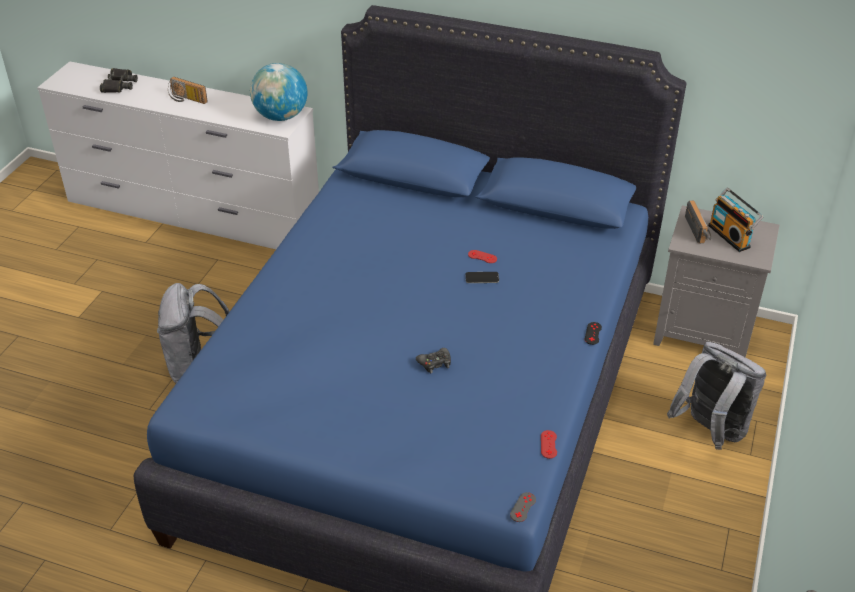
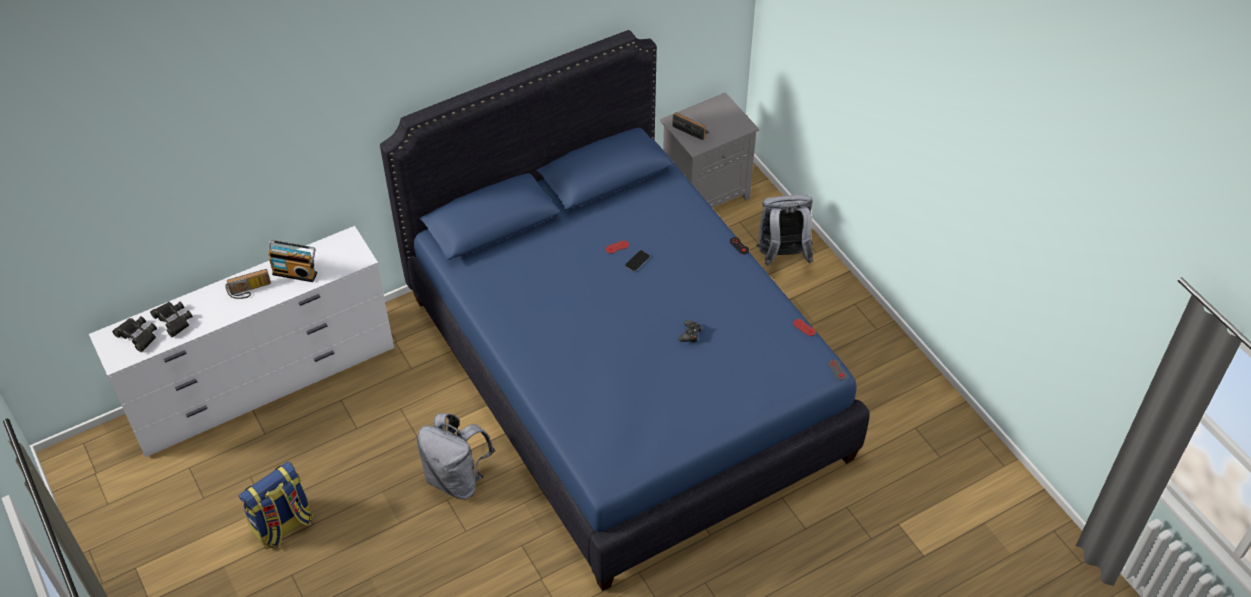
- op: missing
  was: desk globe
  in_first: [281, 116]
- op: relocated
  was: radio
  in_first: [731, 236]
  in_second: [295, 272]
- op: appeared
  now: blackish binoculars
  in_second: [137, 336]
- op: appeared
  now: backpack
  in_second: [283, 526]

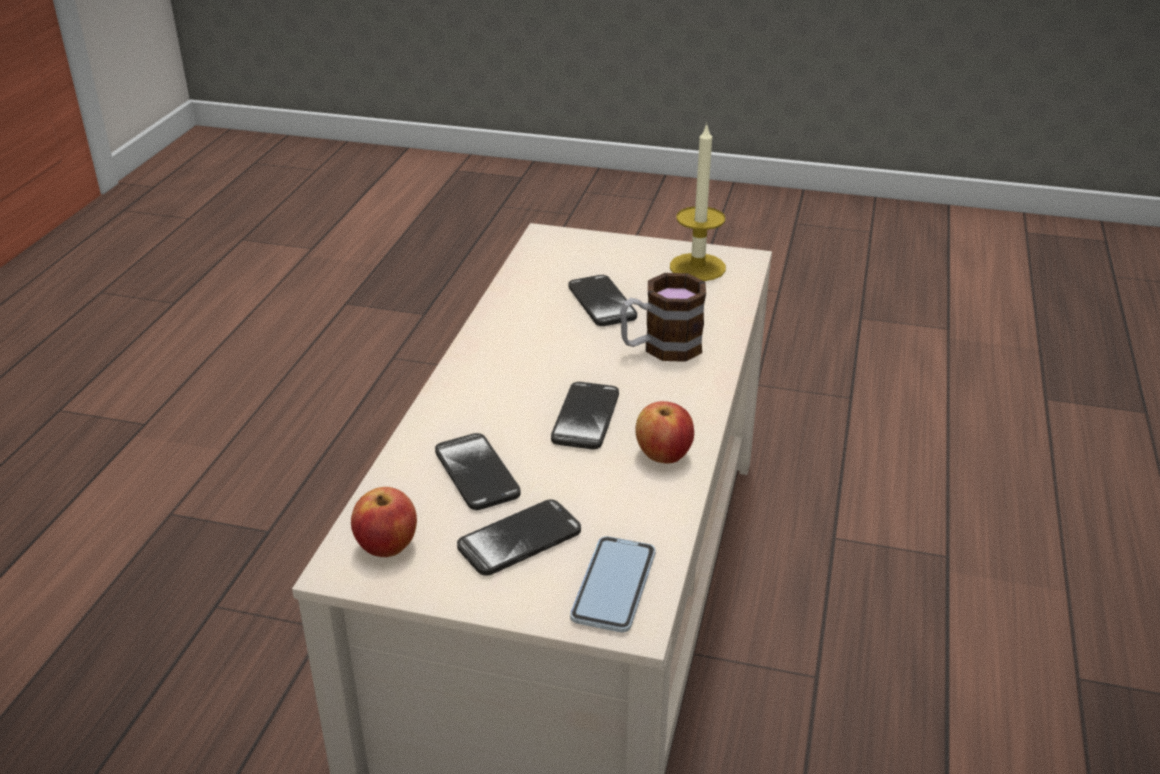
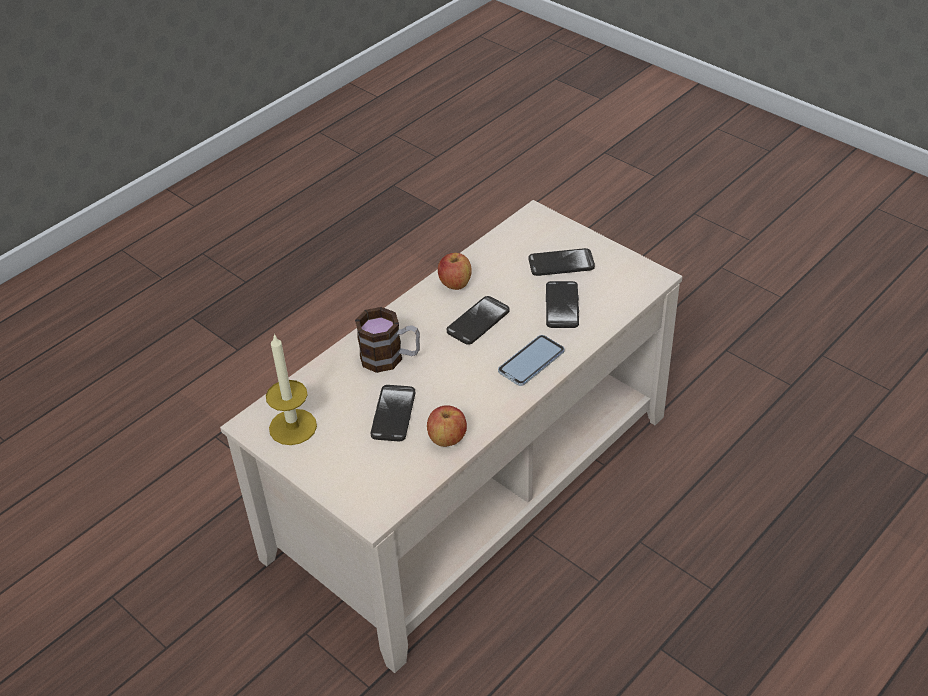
- op: relocated
  was: apple fruit
  in_first: [388, 546]
  in_second: [447, 439]
- op: relocated
  was: phone
  in_first: [614, 586]
  in_second: [531, 361]

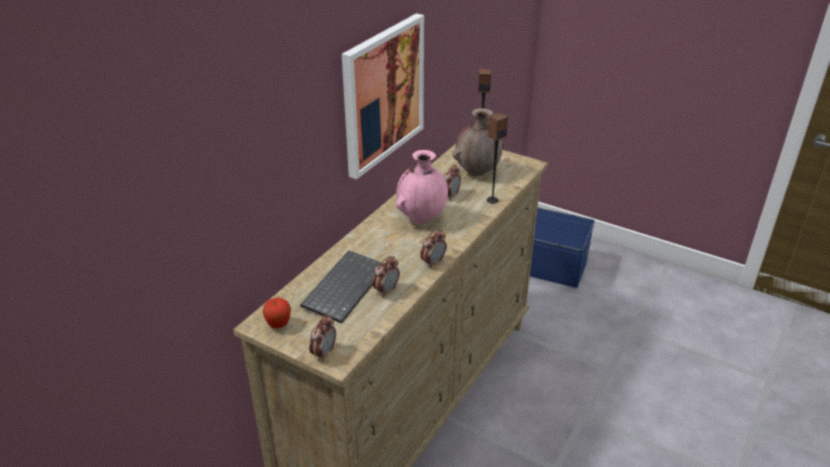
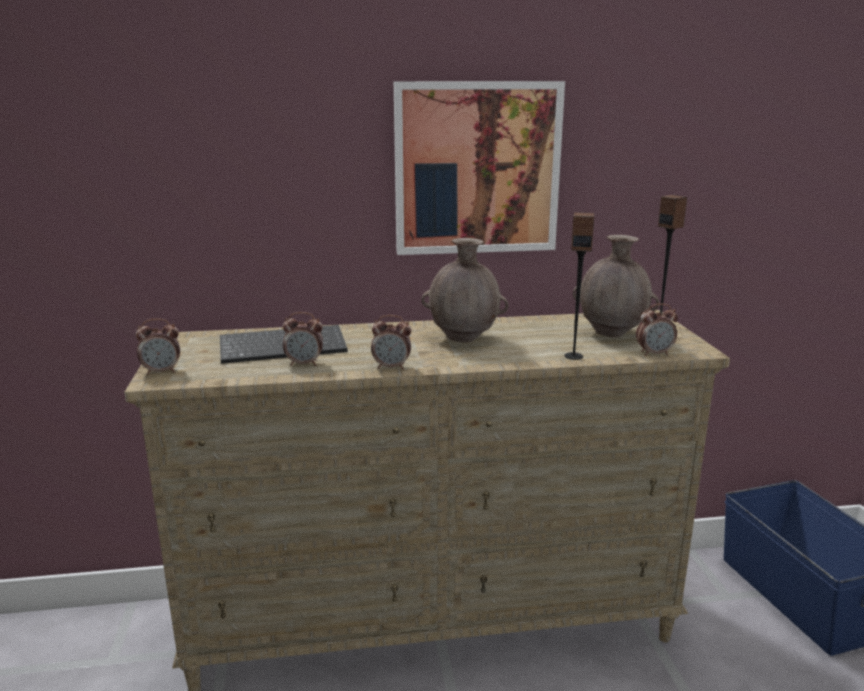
- op: colour
  was: pink-coloured decorative vase
  now: brown-coloured decorative vase
  in_first: [422, 218]
  in_second: [464, 339]
- op: relocated
  was: alarm clock
  in_first: [450, 195]
  in_second: [654, 354]
- op: missing
  was: apple fruit
  in_first: [278, 325]

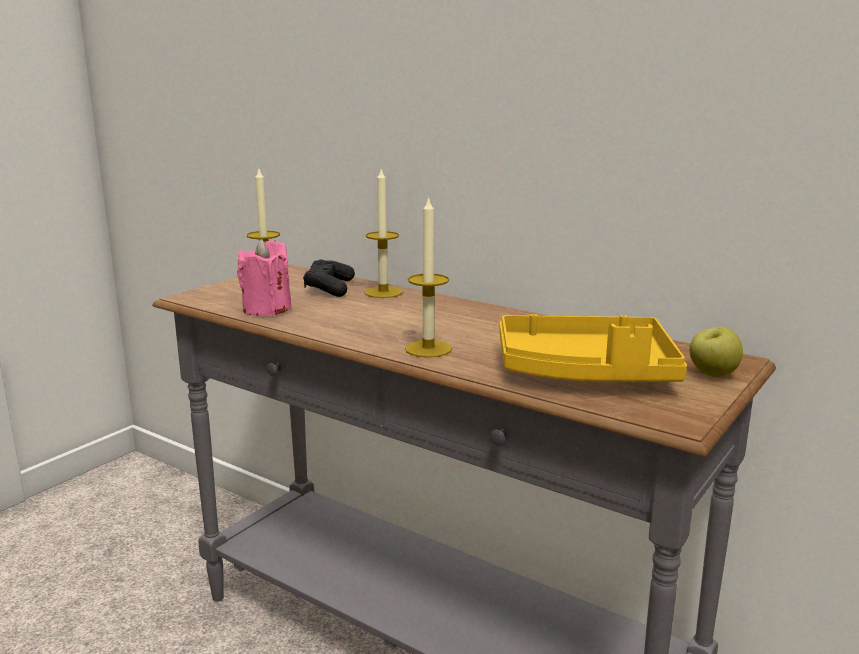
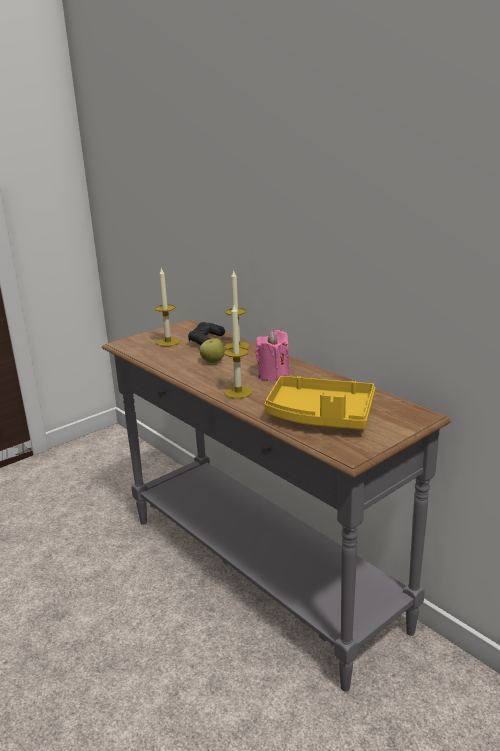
- op: relocated
  was: pink-coloured wax candle
  in_first: [267, 309]
  in_second: [273, 375]
- op: relocated
  was: apple fruit
  in_first: [713, 374]
  in_second: [212, 362]

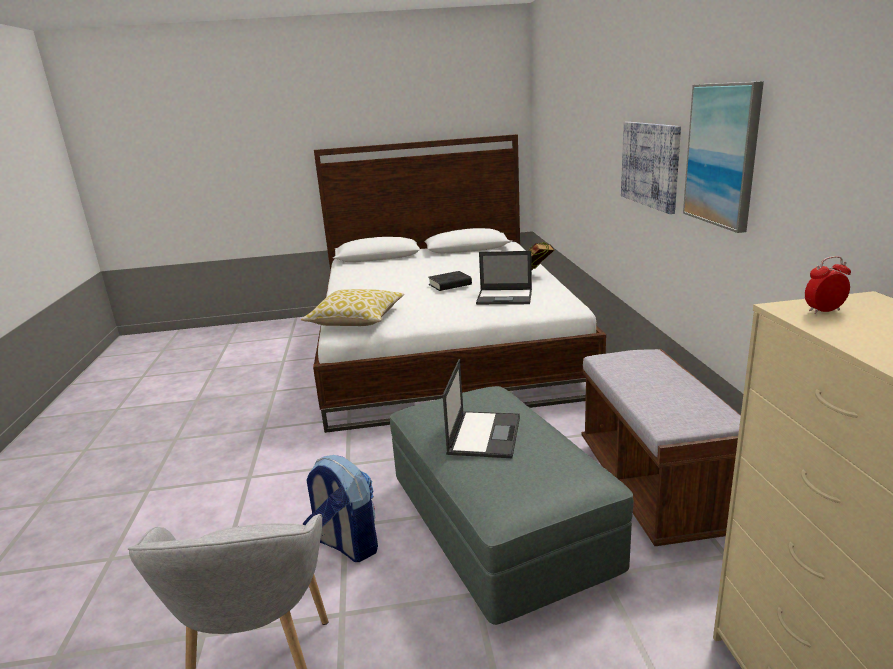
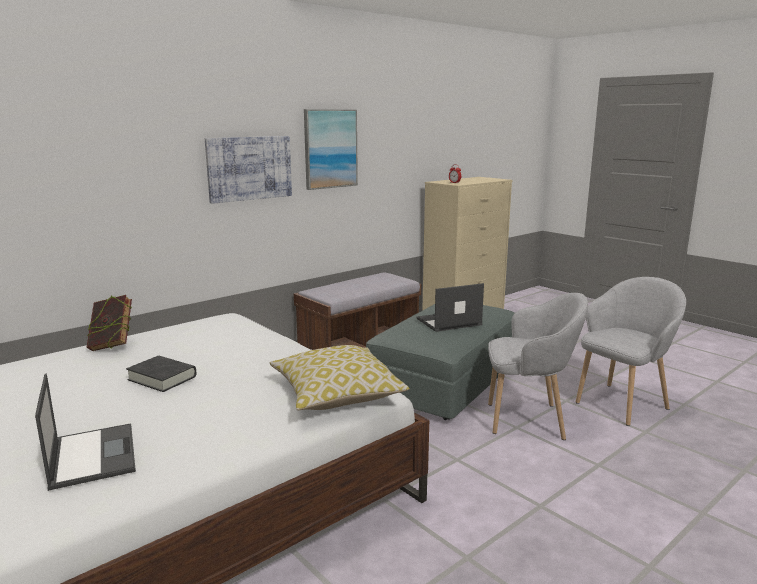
- op: relocated
  was: notebook computer
  in_first: [505, 297]
  in_second: [92, 455]
- op: exchanged
  was: backpack
  now: greyish lounge chair
  in_first: [345, 544]
  in_second: [528, 420]

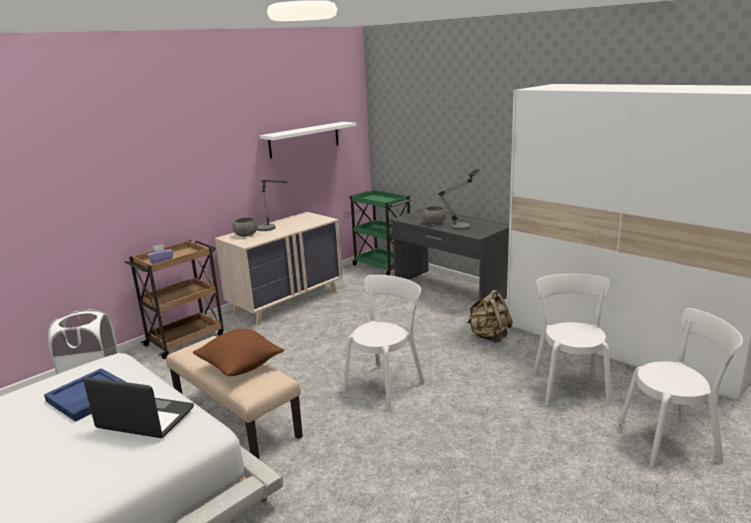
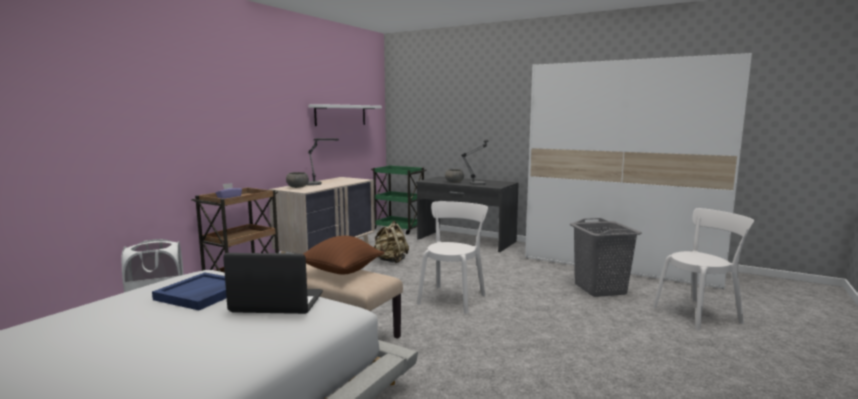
- op: exchanged
  was: white-coloured chair
  now: greyish laundry basket
  in_first: [569, 385]
  in_second: [600, 289]
- op: relocated
  was: beige-coloured backpack
  in_first: [489, 337]
  in_second: [391, 261]

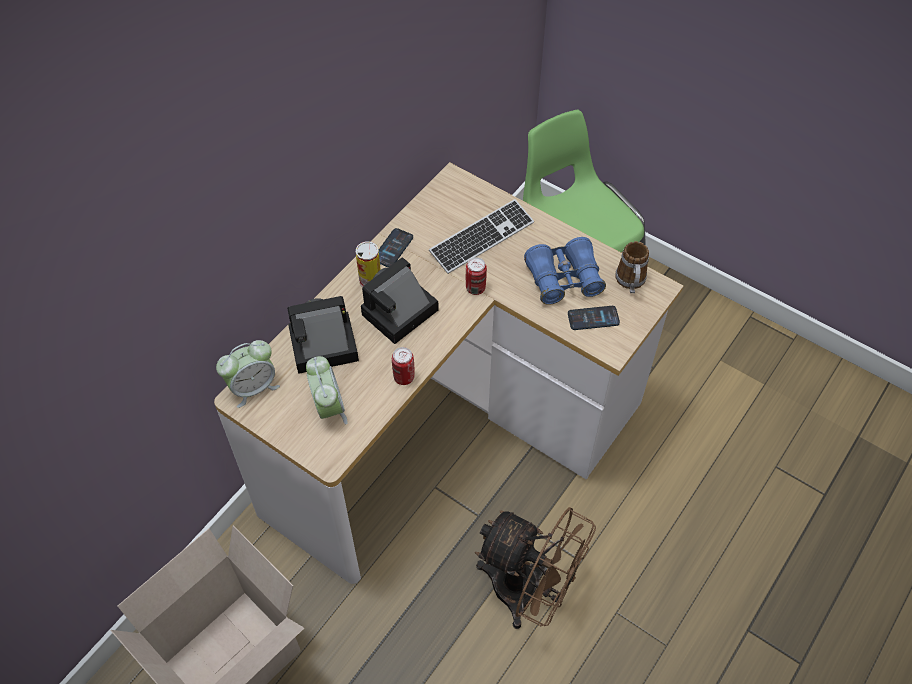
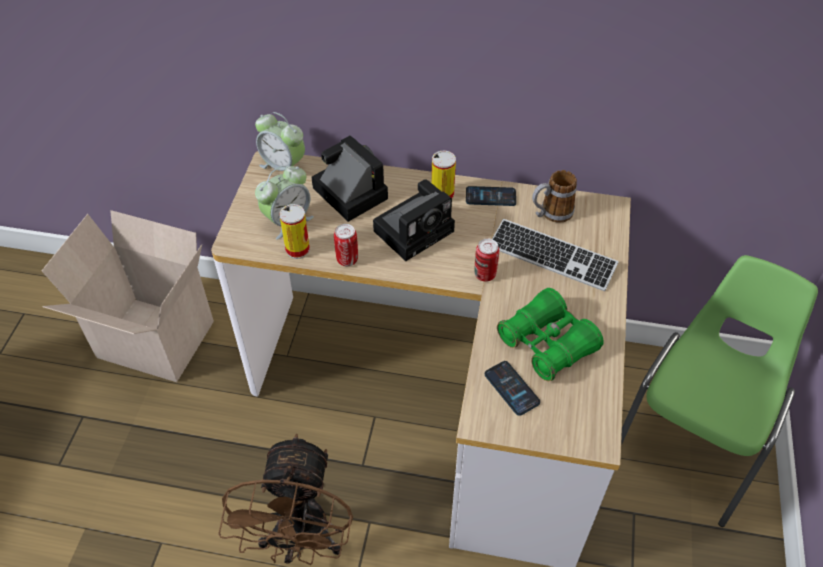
- op: colour
  was: blue-coloured binoculars
  now: green binoculars
  in_first: [563, 279]
  in_second: [547, 343]
- op: relocated
  was: tea mug
  in_first: [630, 283]
  in_second: [550, 214]
- op: spun
  was: photo camera
  in_first: [398, 315]
  in_second: [415, 229]
  clockwise: 120
- op: appeared
  now: can
  in_second: [297, 249]

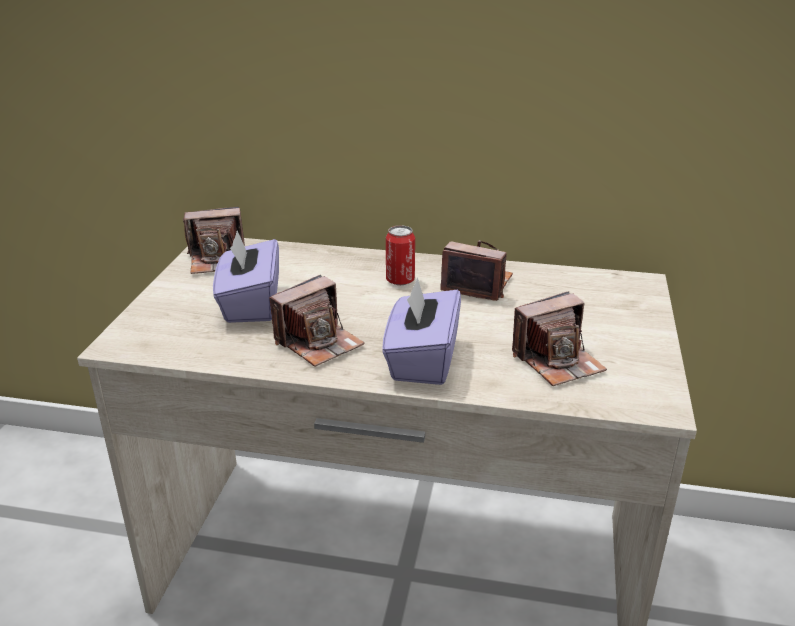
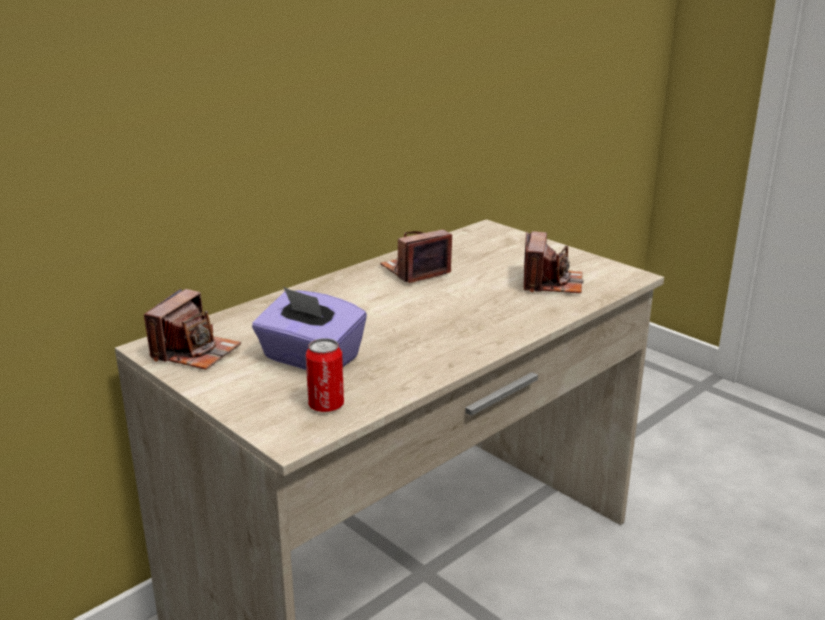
- op: relocated
  was: can
  in_first: [400, 280]
  in_second: [326, 405]
- op: missing
  was: photo camera
  in_first: [319, 342]
- op: missing
  was: purple tissue box
  in_first: [422, 360]

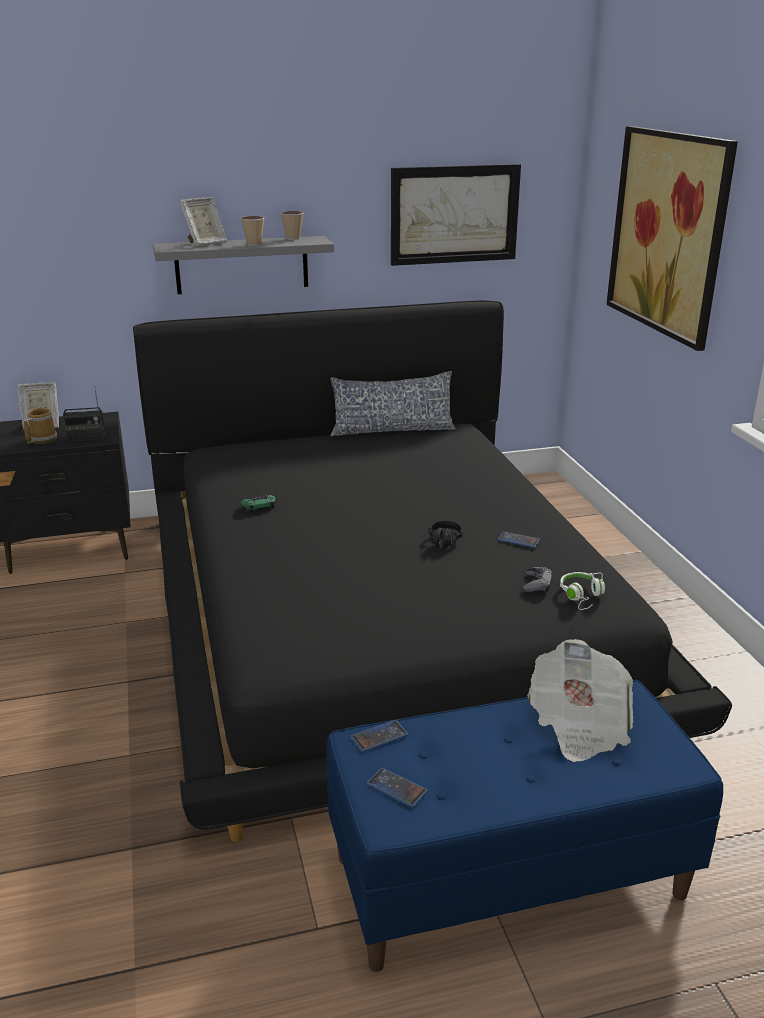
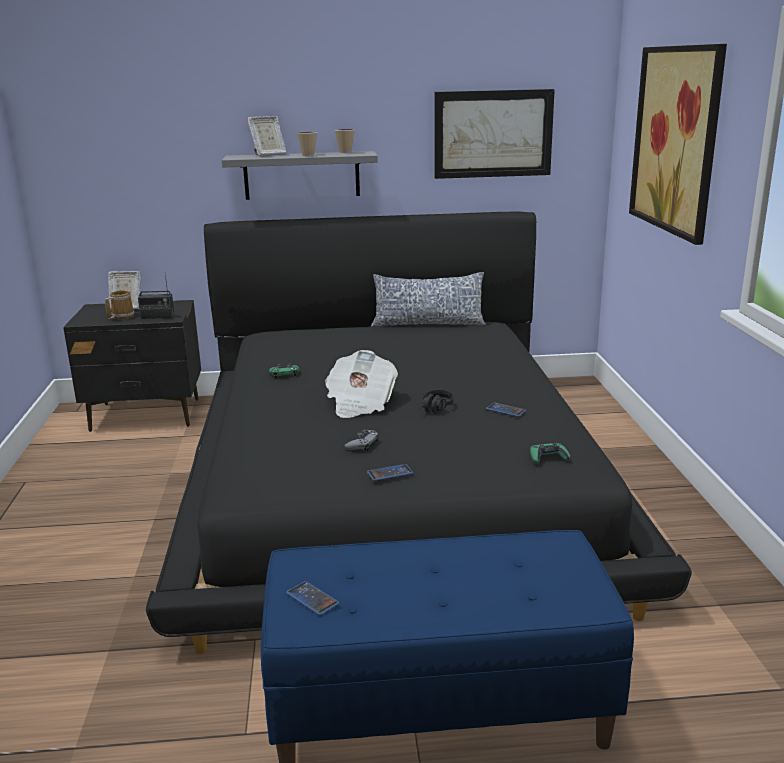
- op: relocated
  was: greyish game controller
  in_first: [537, 584]
  in_second: [362, 444]
- op: exchanged
  was: white-coloured headphones
  now: green game controller
  in_first: [582, 596]
  in_second: [548, 457]
- op: relocated
  was: daily paper
  in_first: [578, 724]
  in_second: [360, 403]
- op: relocated
  was: phone
  in_first: [379, 736]
  in_second: [390, 473]

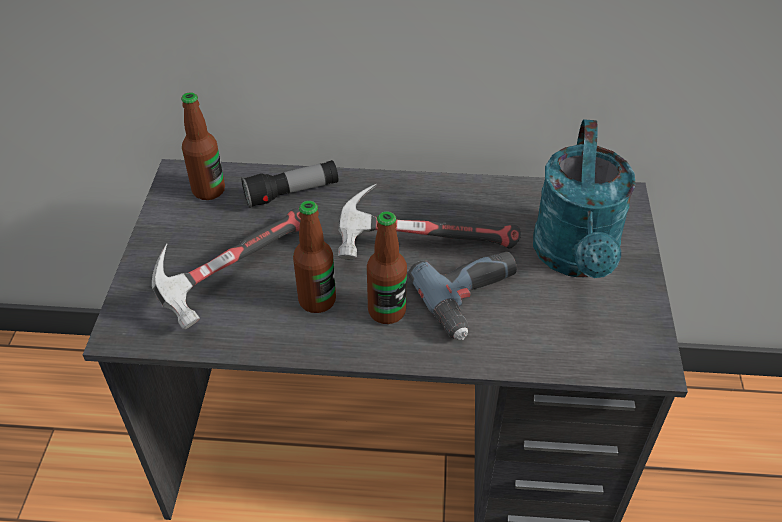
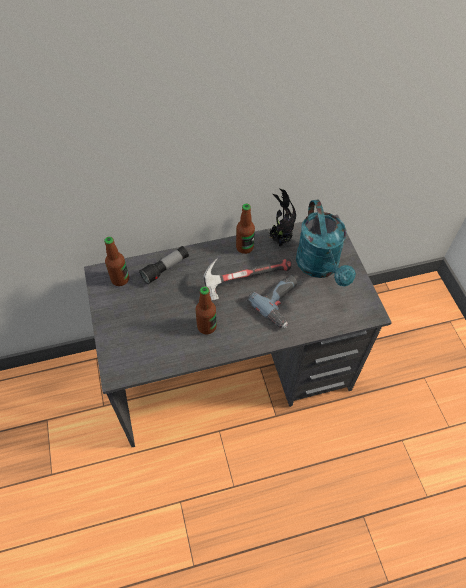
- op: missing
  was: hand hammer
  in_first: [233, 274]
- op: relocated
  was: beverage bottle
  in_first: [387, 311]
  in_second: [244, 247]
- op: appeared
  now: houseplant
  in_second: [279, 240]

